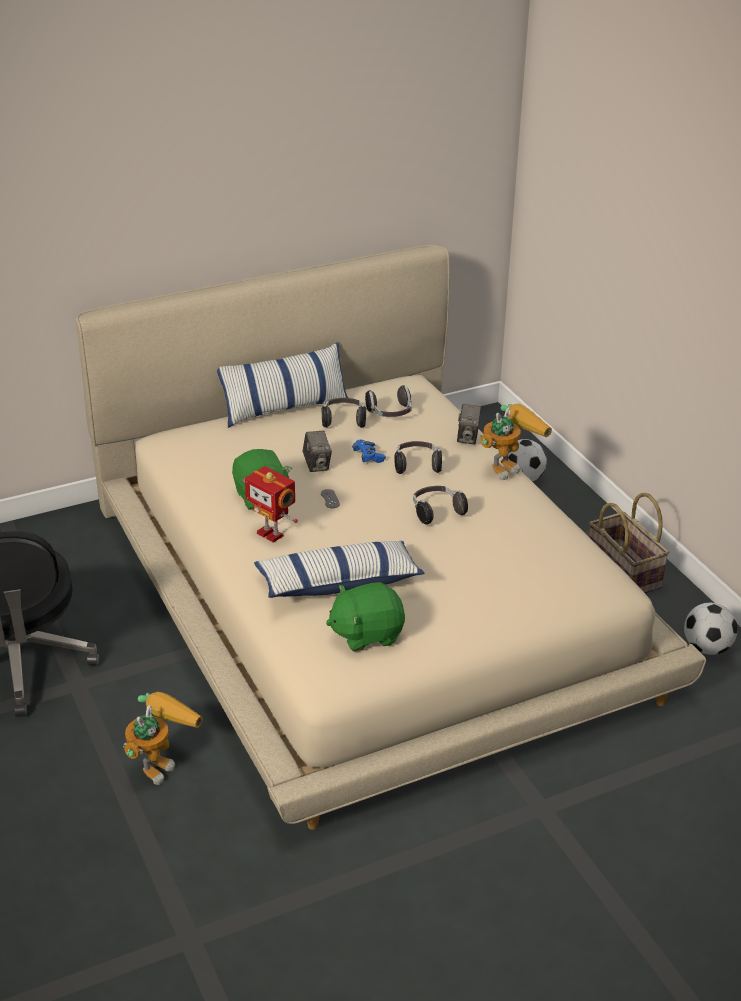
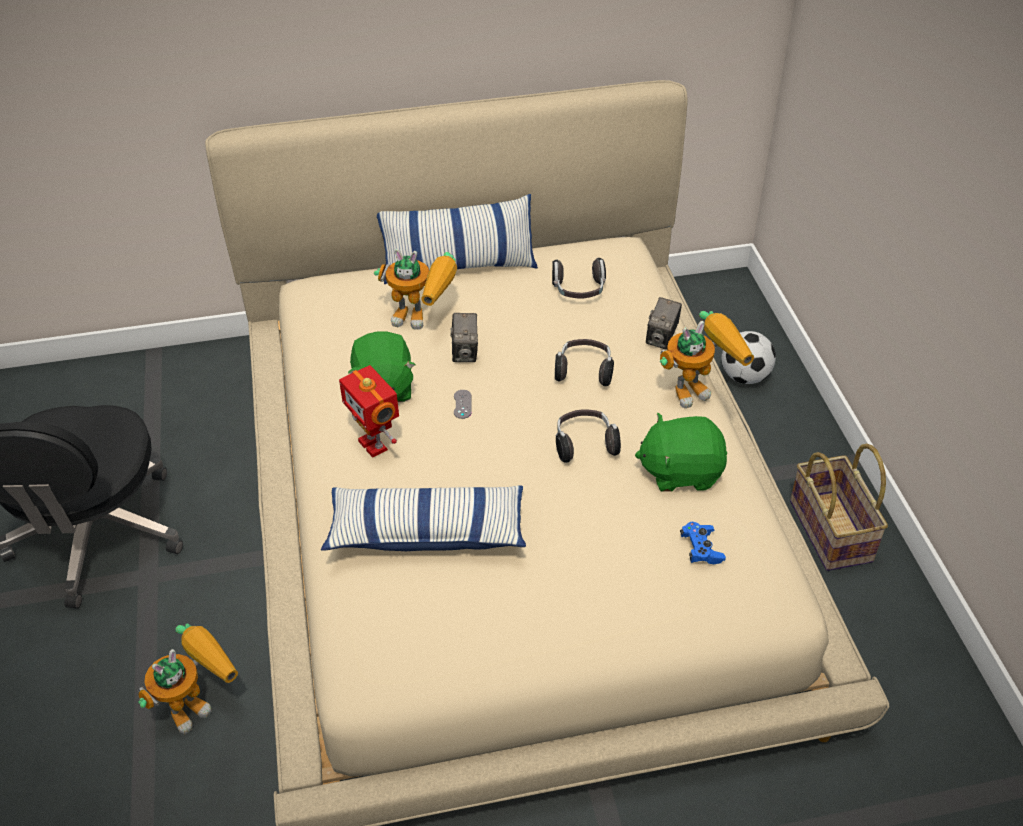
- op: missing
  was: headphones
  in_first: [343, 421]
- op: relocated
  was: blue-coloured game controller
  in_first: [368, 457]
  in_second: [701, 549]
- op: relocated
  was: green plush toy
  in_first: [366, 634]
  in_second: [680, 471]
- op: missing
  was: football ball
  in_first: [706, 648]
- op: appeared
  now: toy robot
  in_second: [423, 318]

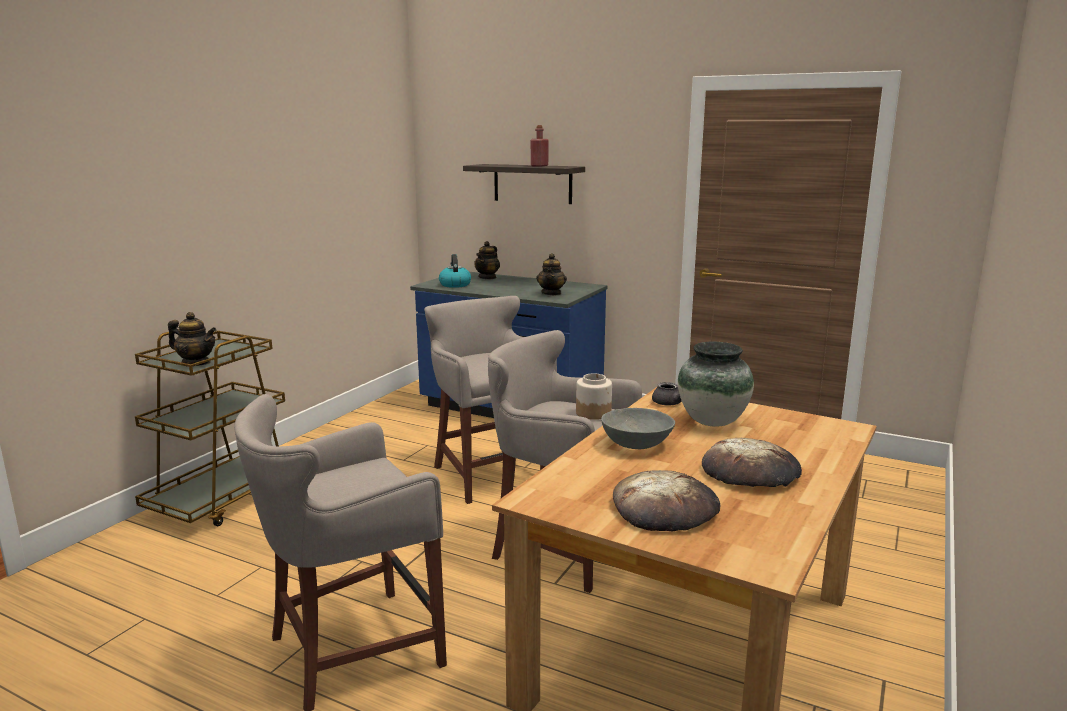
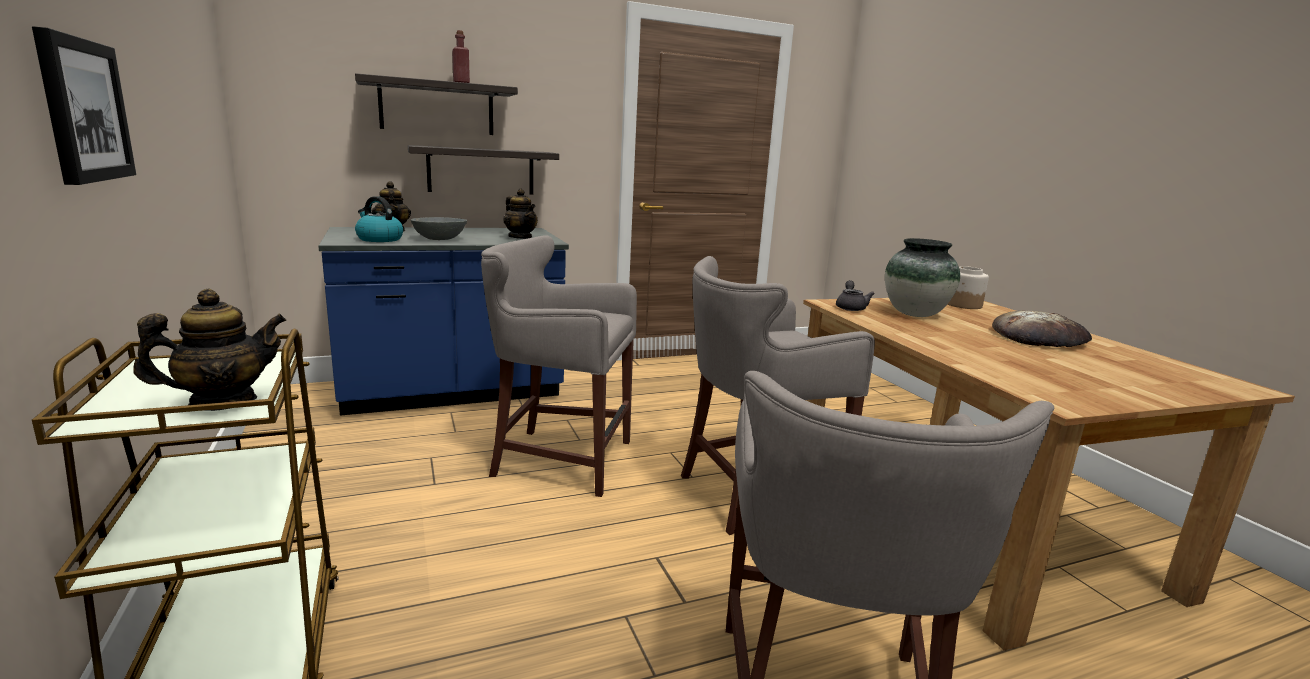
- op: relocated
  was: preserve jar
  in_first: [593, 413]
  in_second: [963, 305]
- op: relocated
  was: greyish serving bowl
  in_first: [637, 444]
  in_second: [440, 239]
- op: missing
  was: bakery bread
  in_first: [665, 508]
- op: appeared
  now: wall art
  in_second: [84, 110]
- op: appeared
  now: shelf
  in_second: [481, 171]

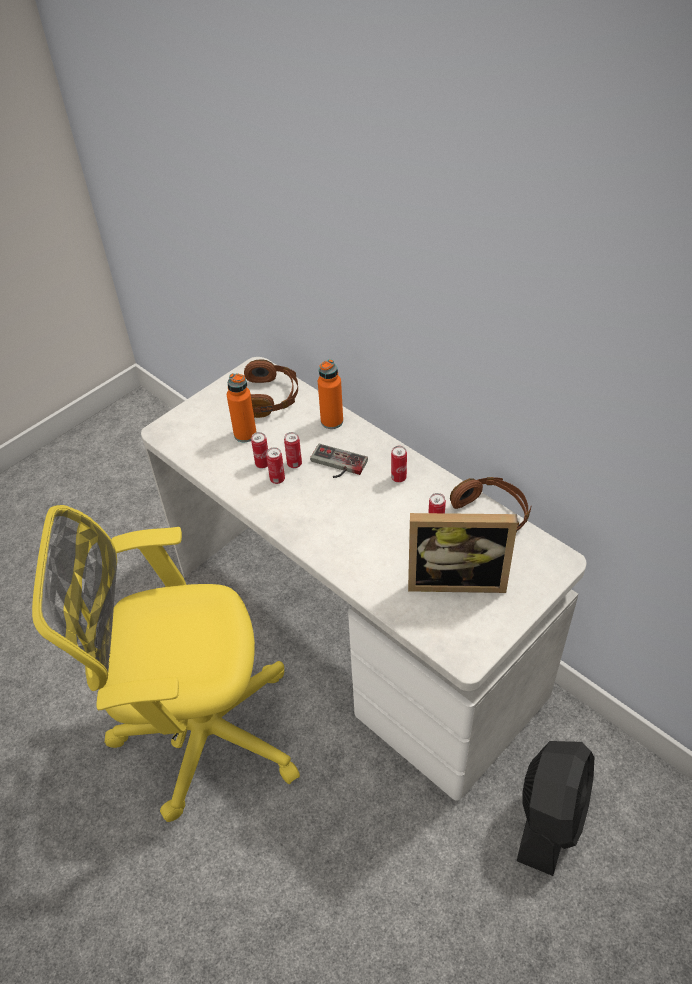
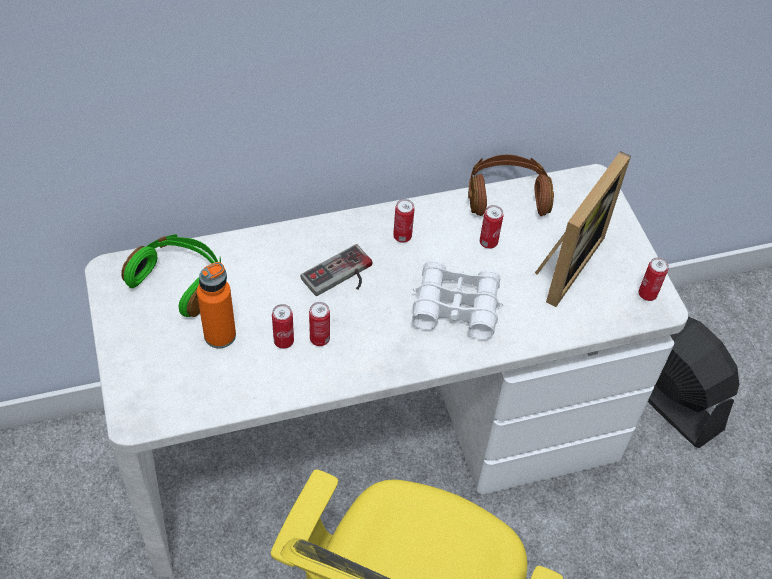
- op: missing
  was: orange-coloured beverage bottle
  in_first: [332, 421]
- op: colour
  was: brown-coloured headphones
  now: green headphones
  in_first: [271, 398]
  in_second: [179, 282]
- op: relocated
  was: can
  in_first: [294, 464]
  in_second: [647, 294]
- op: appeared
  now: white-coloured binoculars
  in_second: [456, 306]

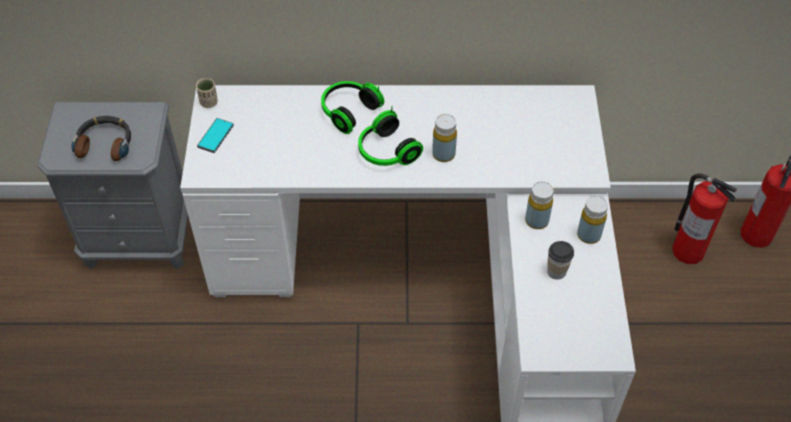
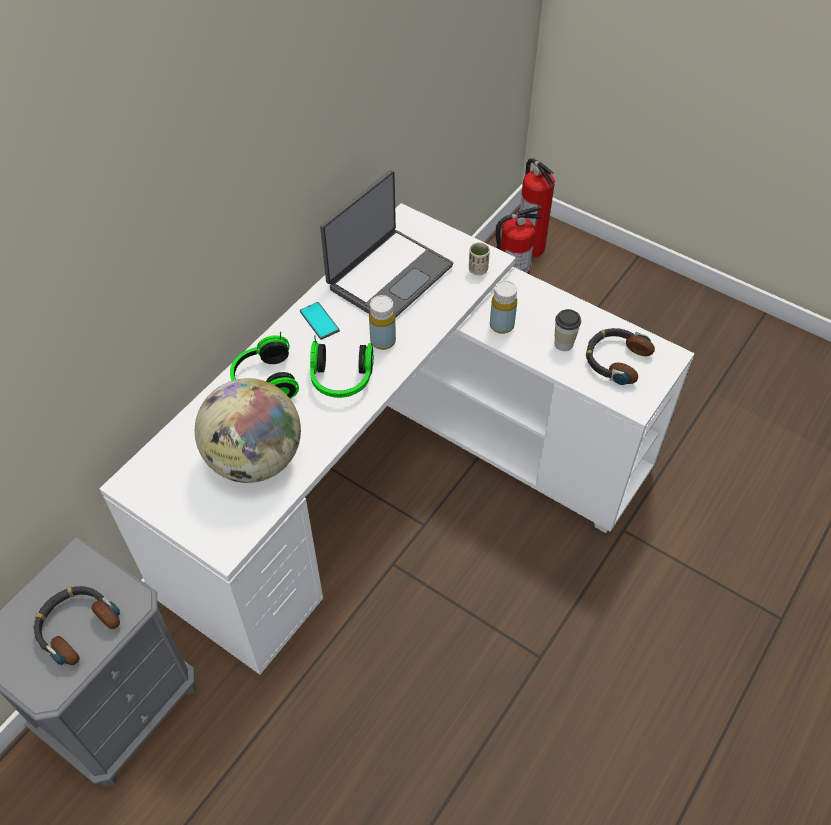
- op: relocated
  was: beige-coloured drinking cup
  in_first: [209, 102]
  in_second: [478, 269]
- op: relocated
  was: phone
  in_first: [215, 136]
  in_second: [319, 321]
- op: missing
  was: yellow beverage bottle
  in_first: [588, 235]
- op: appeared
  now: notebook computer
  in_second: [388, 276]
- op: appeared
  now: headphones
  in_second: [615, 360]
- op: appeared
  now: desk globe
  in_second: [255, 460]

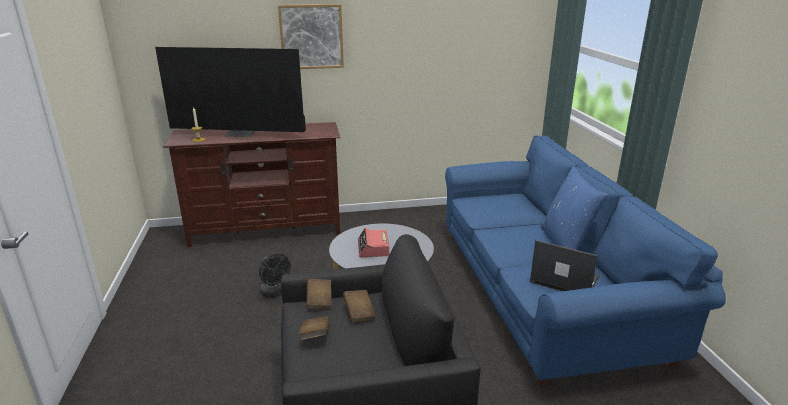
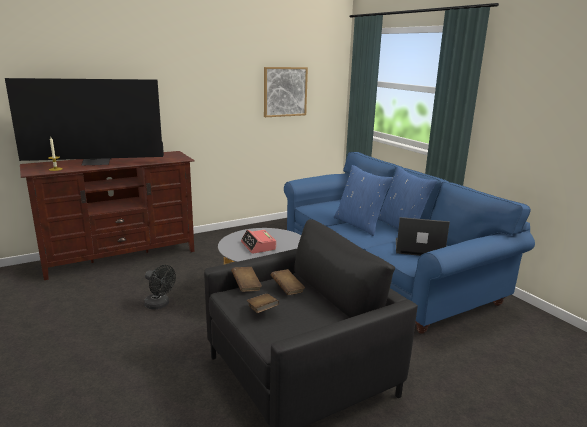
- op: relocated
  was: wall art
  in_first: [311, 37]
  in_second: [285, 91]
- op: appeared
  now: blue-coloured cushion
  in_second: [359, 224]

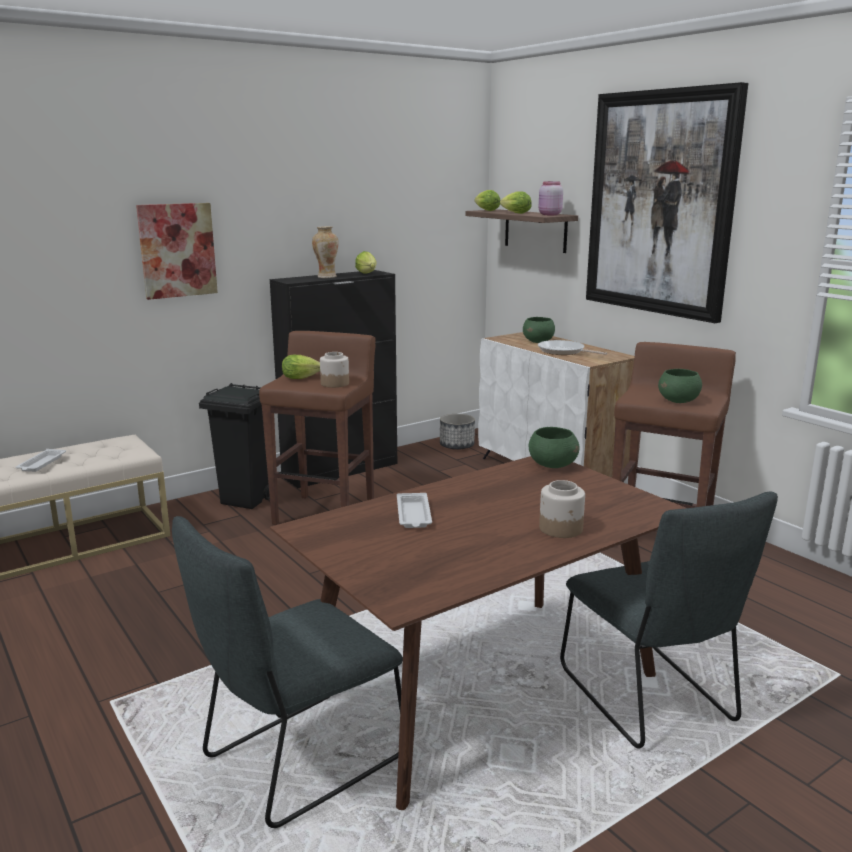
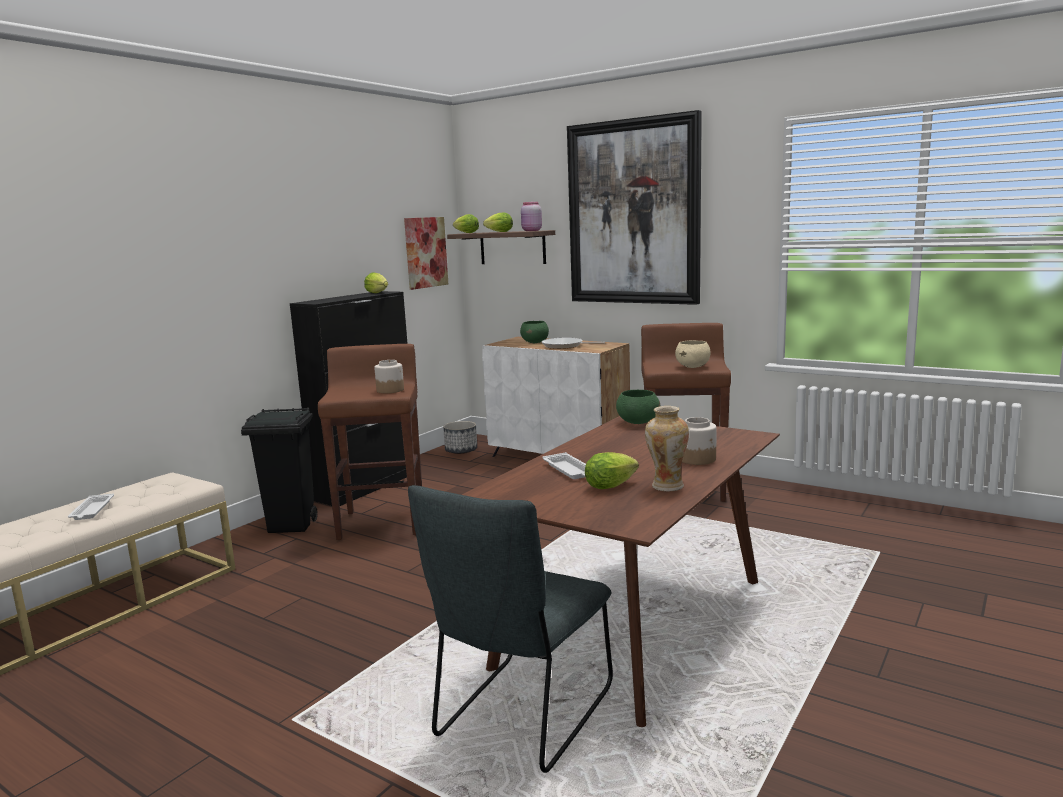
- op: relocated
  was: wall art
  in_first: [177, 250]
  in_second: [425, 252]
- op: relocated
  was: decorative vase
  in_first: [326, 277]
  in_second: [666, 486]
- op: relocated
  was: lettuce
  in_first: [302, 378]
  in_second: [613, 486]
- op: colour
  was: green serving bowl
  now: beige-coloured serving bowl
  in_first: [679, 401]
  in_second: [693, 367]
- op: missing
  was: greyish chair
  in_first: [650, 699]

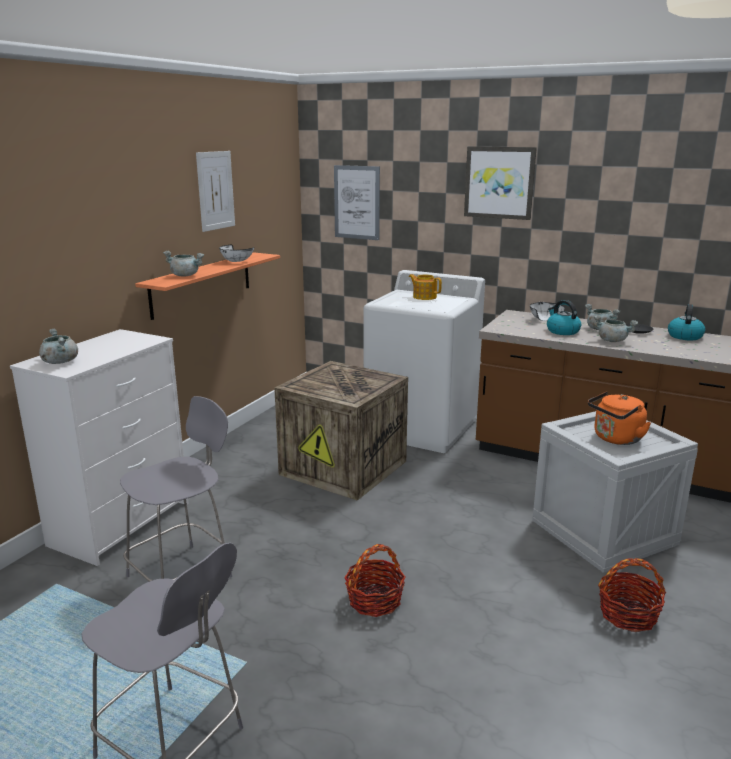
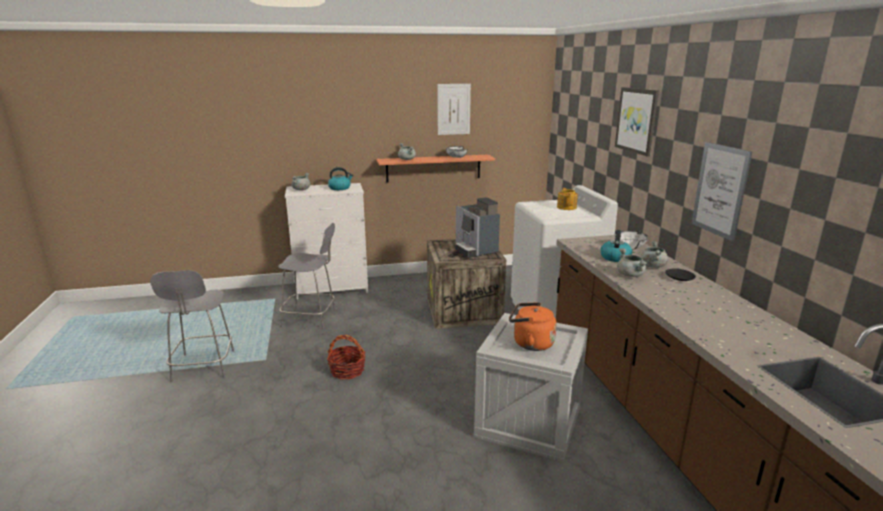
- op: relocated
  was: wall art
  in_first: [357, 202]
  in_second: [720, 190]
- op: relocated
  was: water kettle
  in_first: [684, 336]
  in_second: [340, 188]
- op: missing
  was: household basket
  in_first: [628, 614]
- op: appeared
  now: coffee maker
  in_second: [474, 250]

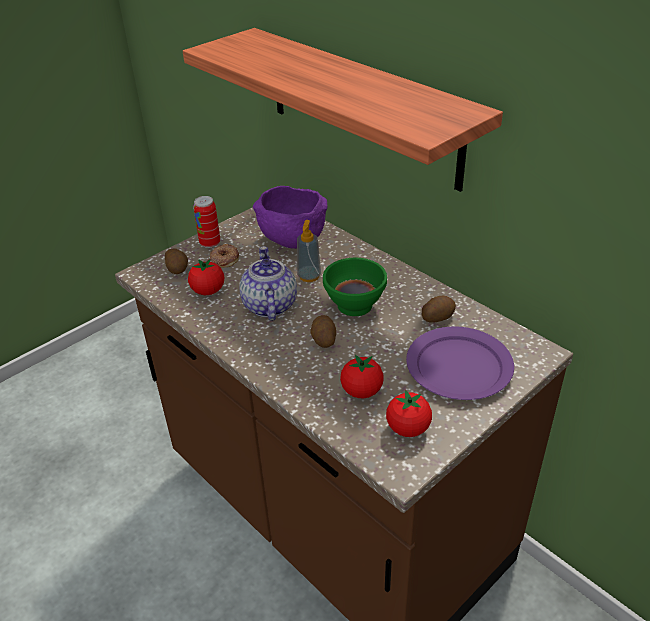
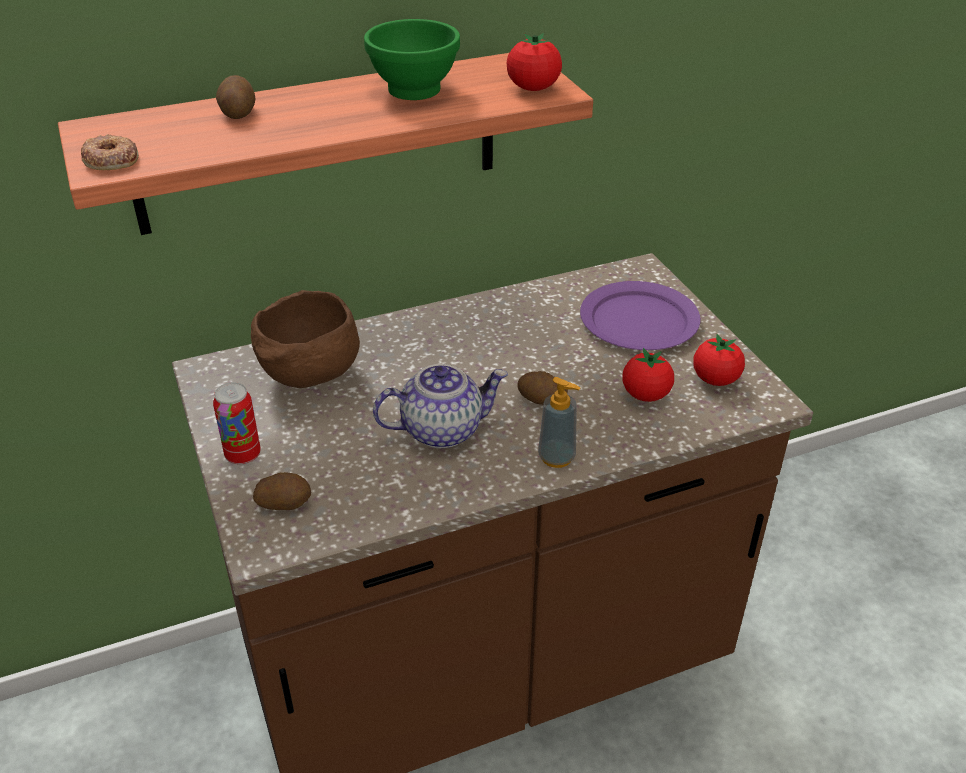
- op: colour
  was: purple serving bowl
  now: brown-coloured serving bowl
  in_first: [291, 241]
  in_second: [310, 376]
- op: relocated
  was: liquid soap bottle
  in_first: [309, 276]
  in_second: [556, 457]
- op: relocated
  was: donut
  in_first: [224, 259]
  in_second: [110, 160]
- op: spun
  was: tea pot
  in_first: [269, 305]
  in_second: [442, 429]
  clockwise: 150
- op: relocated
  was: green serving bowl
  in_first: [355, 306]
  in_second: [416, 89]
- op: relocated
  was: whole tomato
  in_first: [208, 291]
  in_second: [533, 88]
- op: relocated
  was: potato
  in_first: [437, 317]
  in_second: [238, 113]

